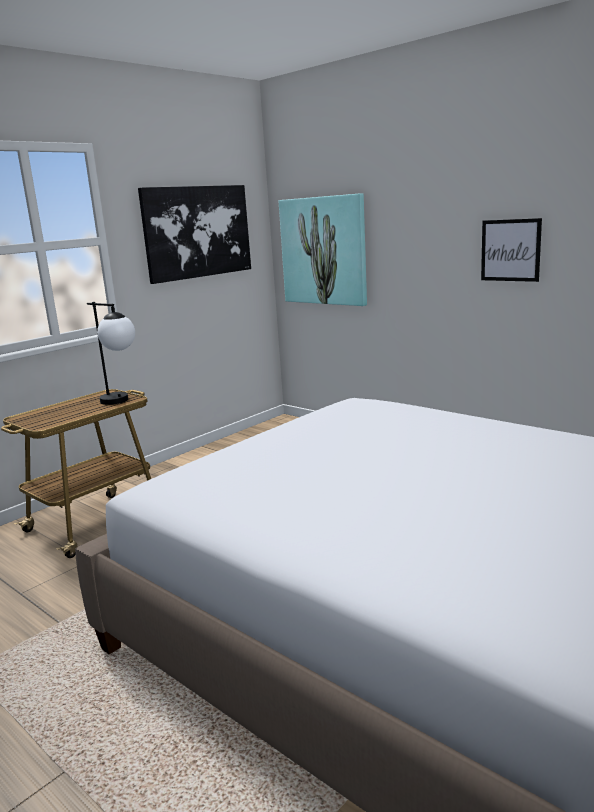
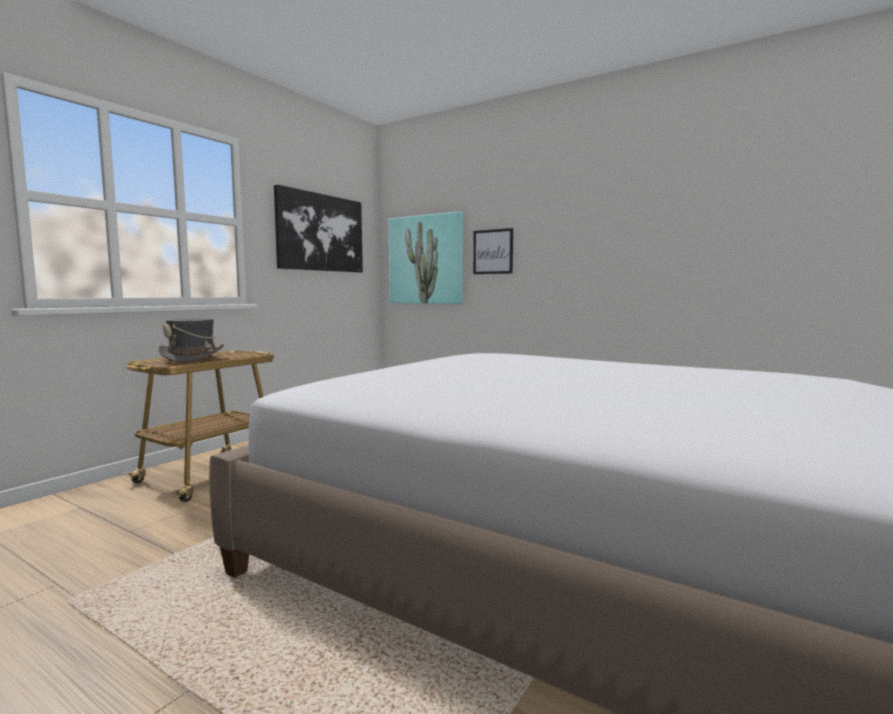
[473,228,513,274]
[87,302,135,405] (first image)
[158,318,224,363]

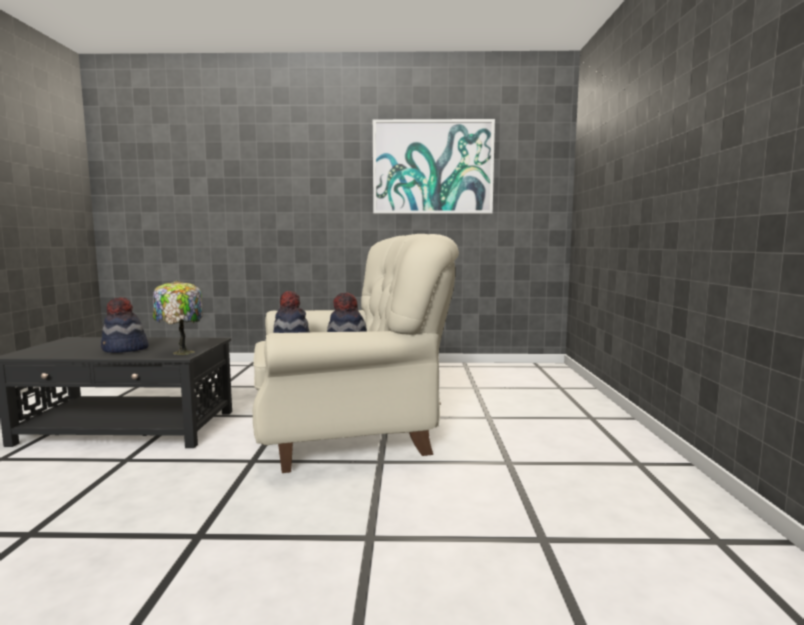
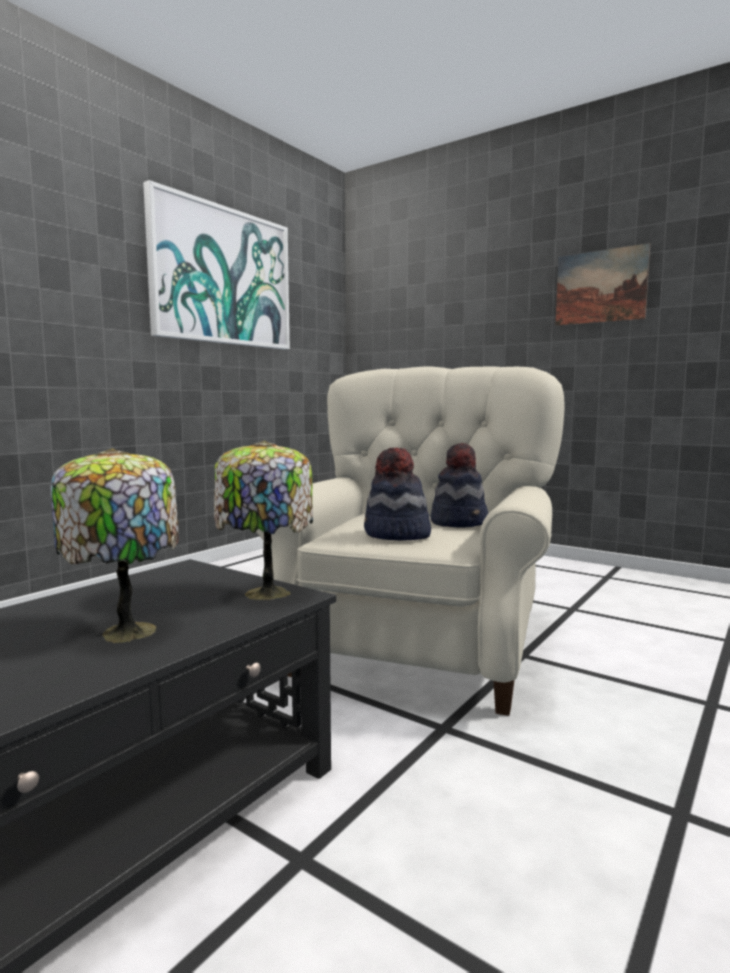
[51,448,179,643]
[556,243,650,326]

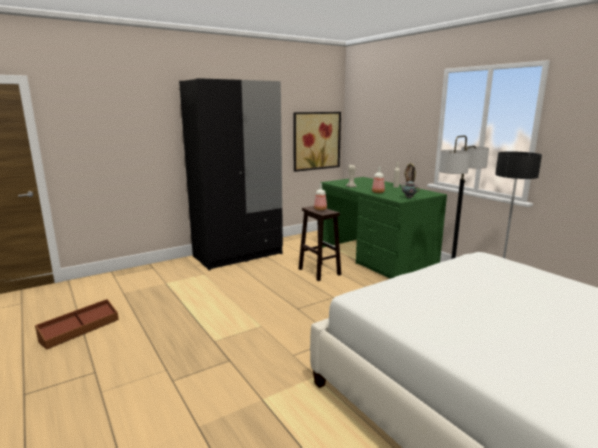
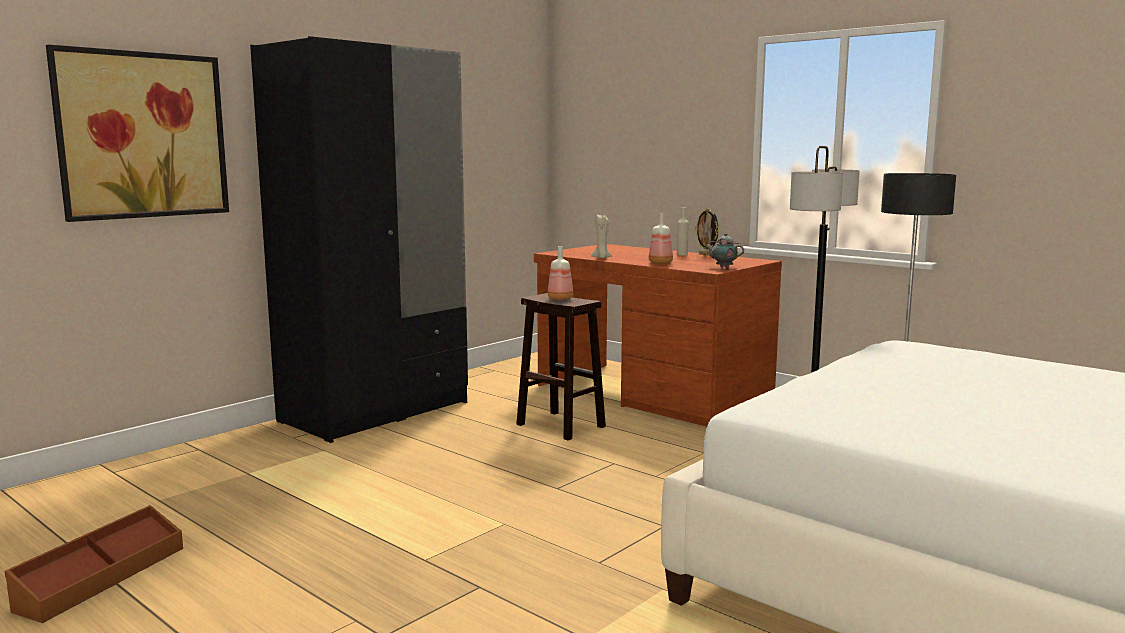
[46,44,229,222]
[534,244,782,427]

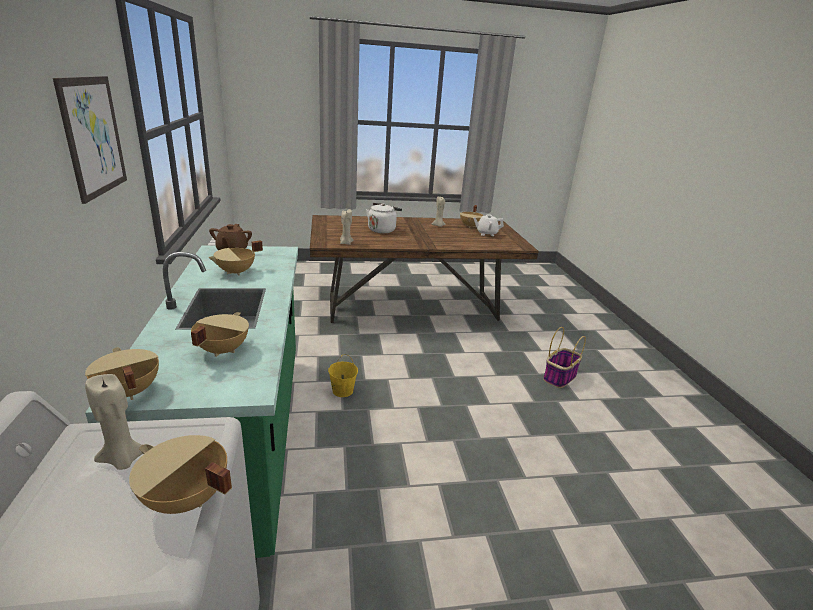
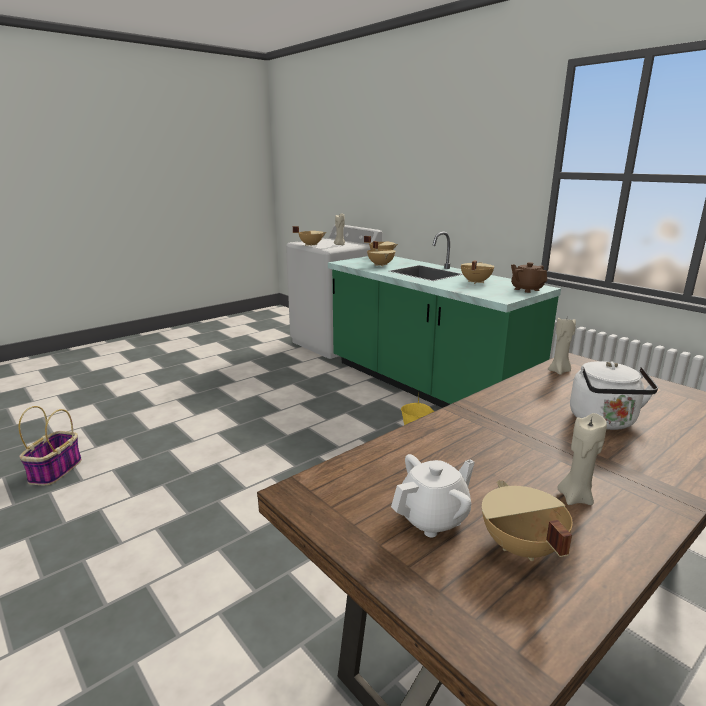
[53,76,127,204] (first image)
[19,406,82,485]

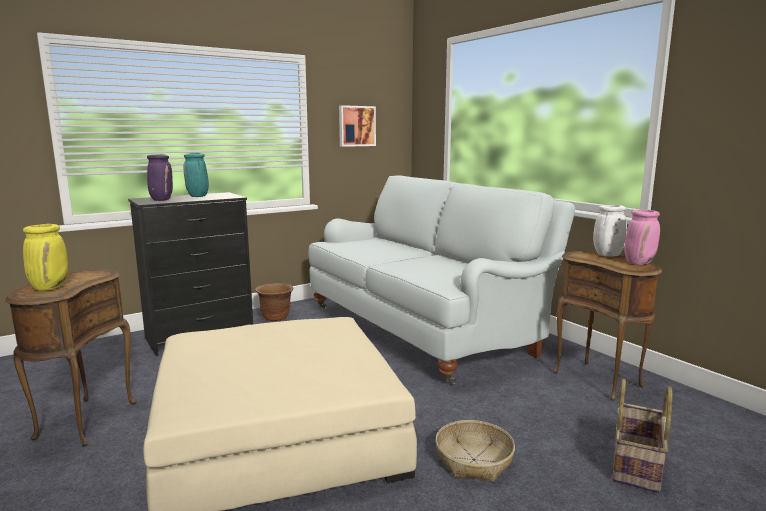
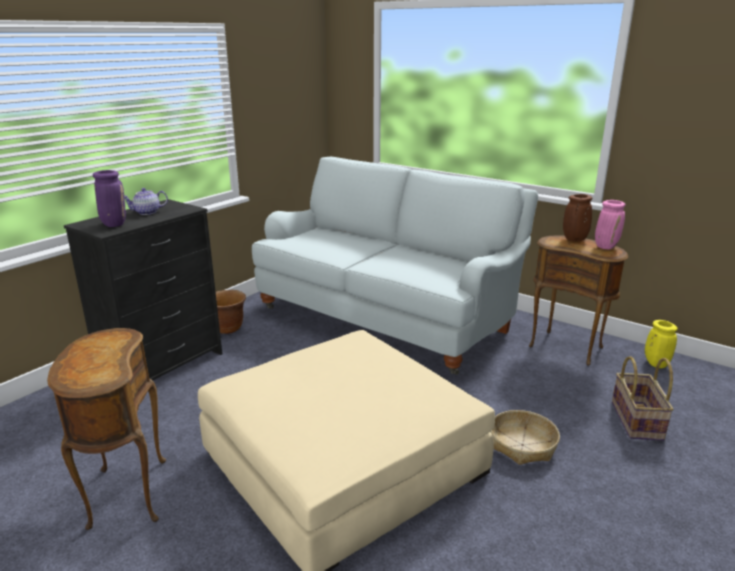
[339,105,376,147] (first image)
[124,188,168,215]
[563,194,592,241]
[645,320,677,368]

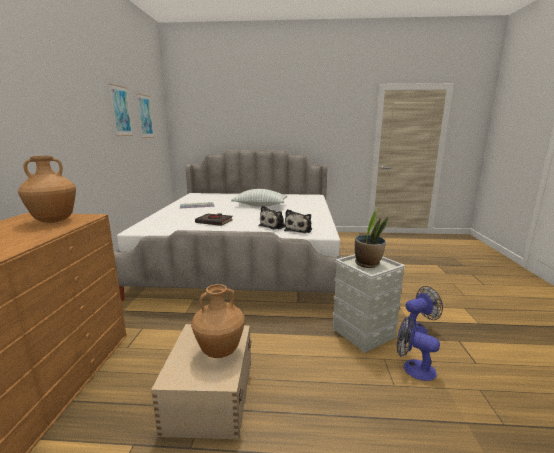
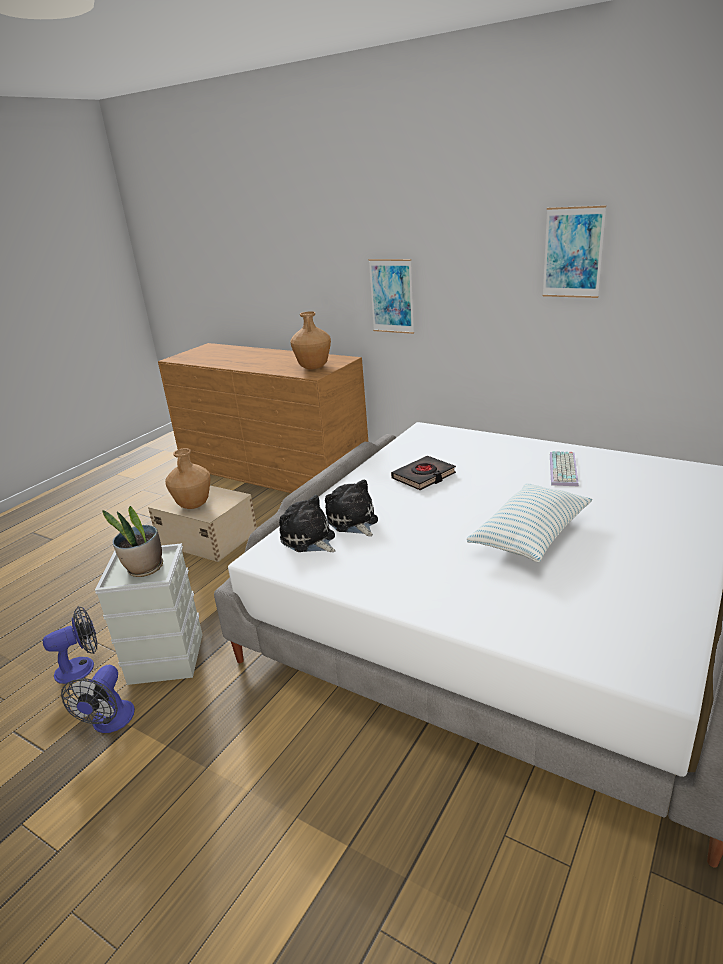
[368,259,414,334]

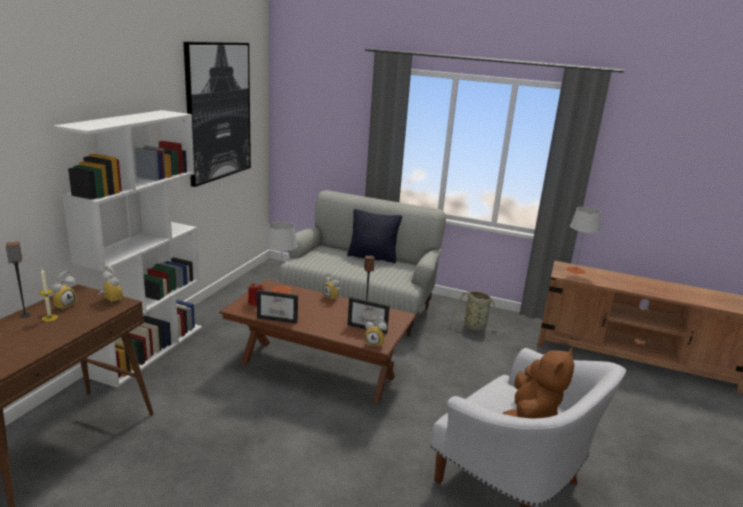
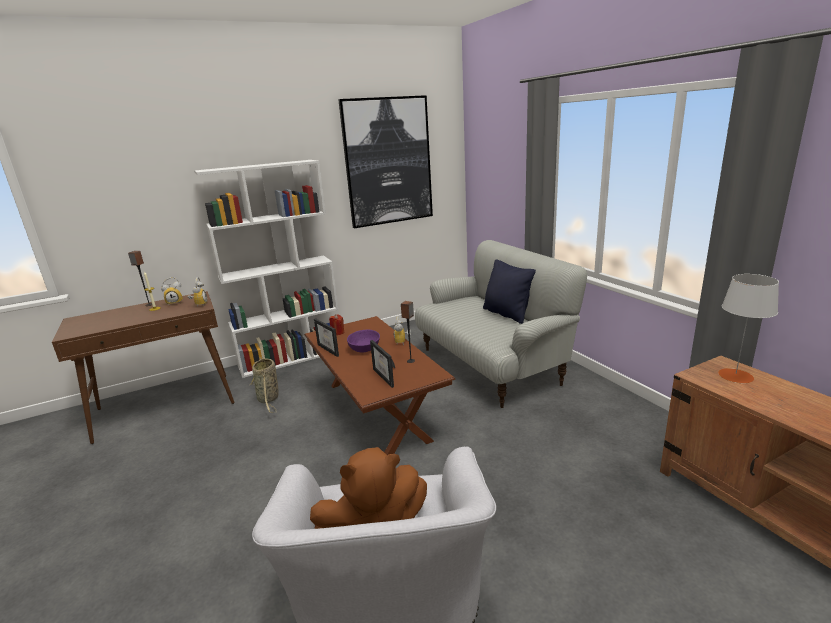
[266,222,297,294] (first image)
[250,357,278,413]
[365,316,387,346] (first image)
[347,329,380,353]

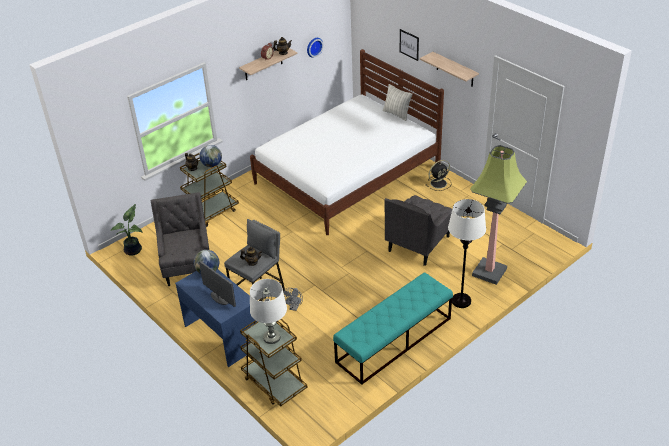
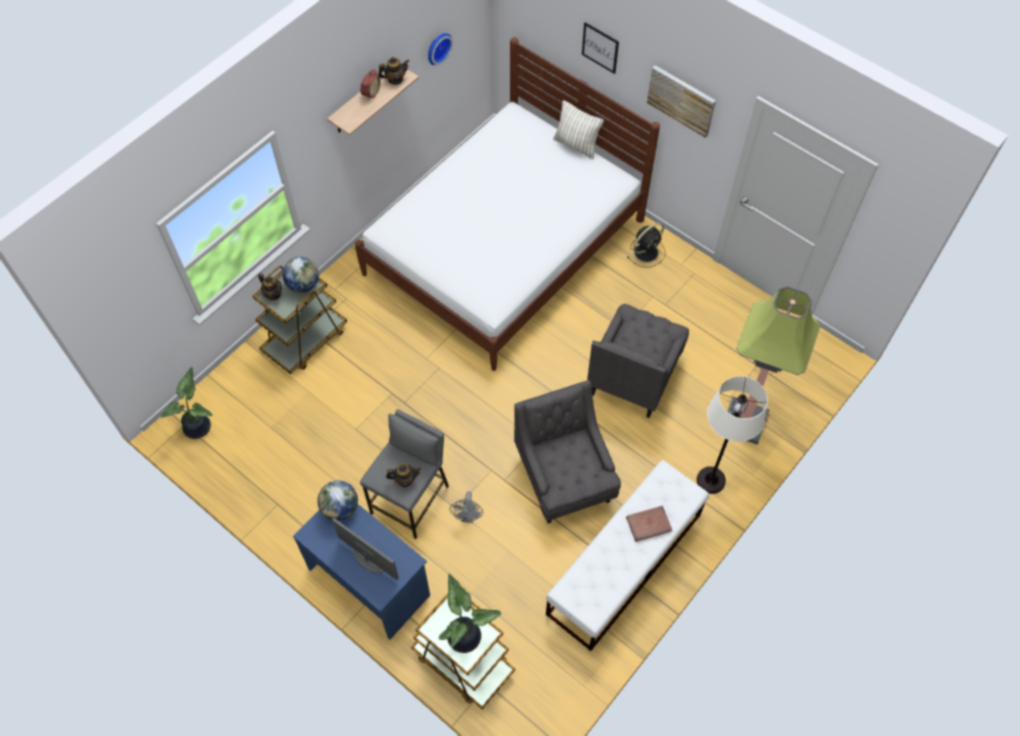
[647,65,716,138]
[514,380,621,523]
[546,460,709,651]
[439,574,501,653]
[626,506,672,542]

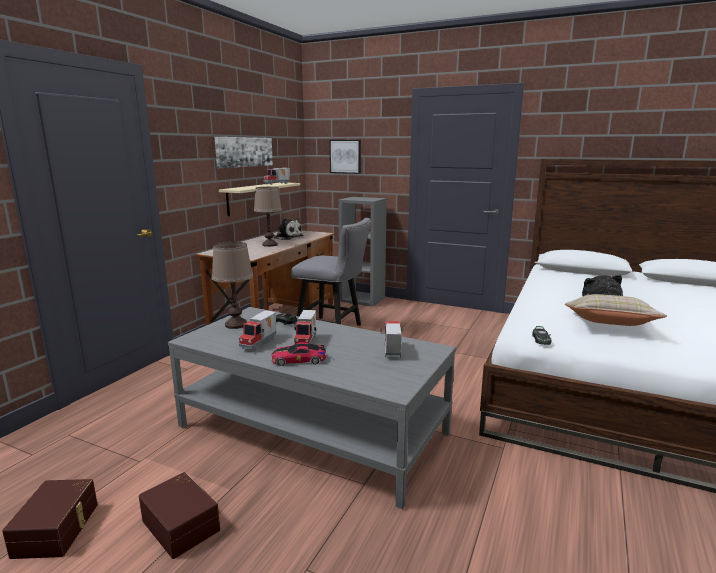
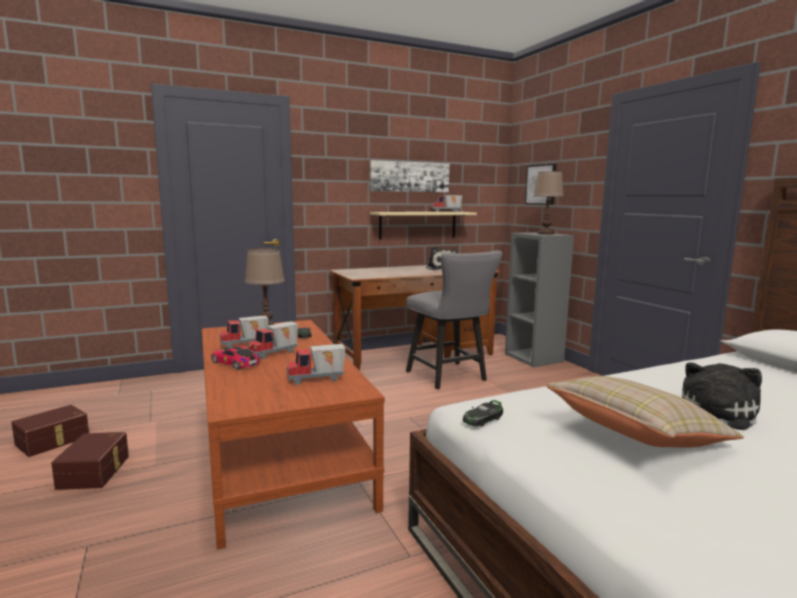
[533,171,564,234]
[202,320,385,550]
[287,344,346,385]

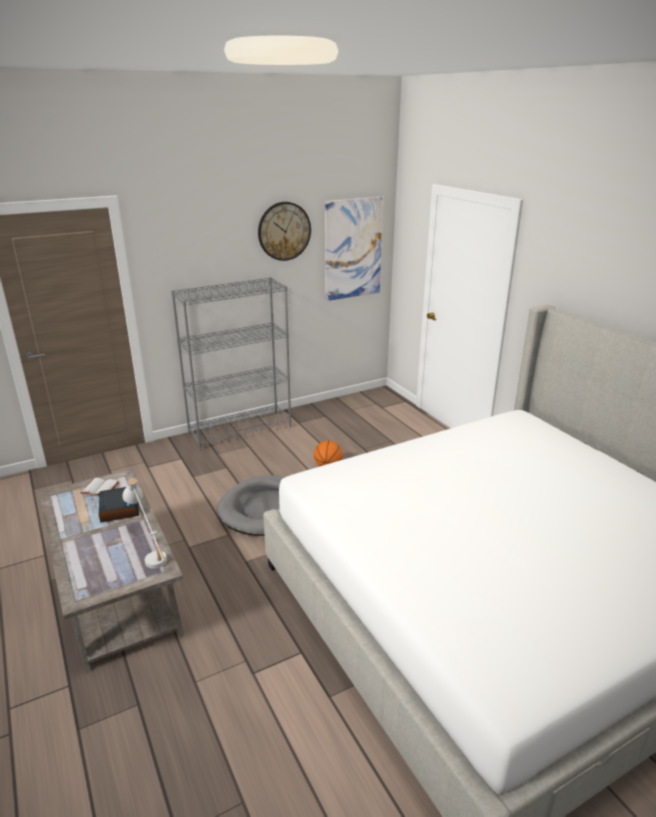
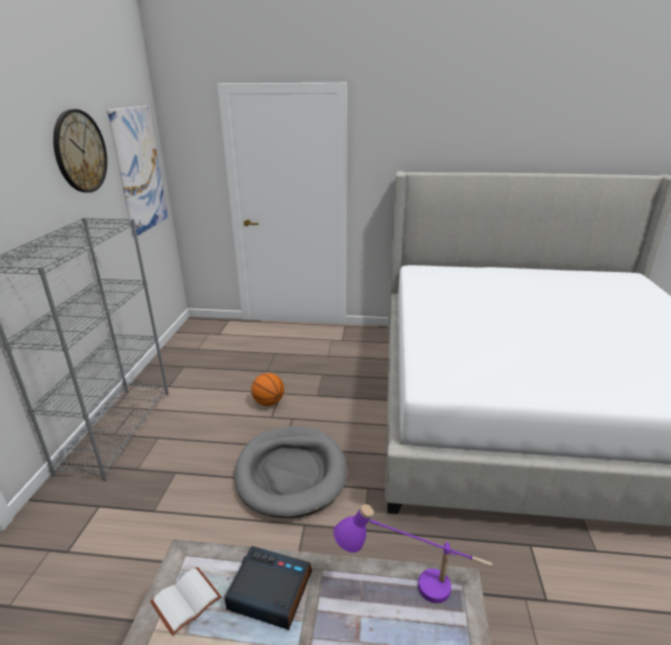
[333,504,492,603]

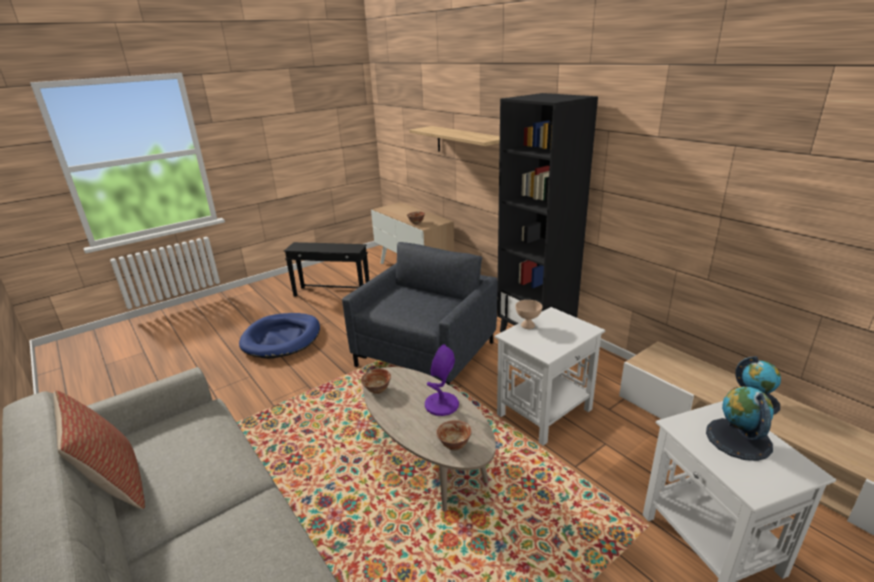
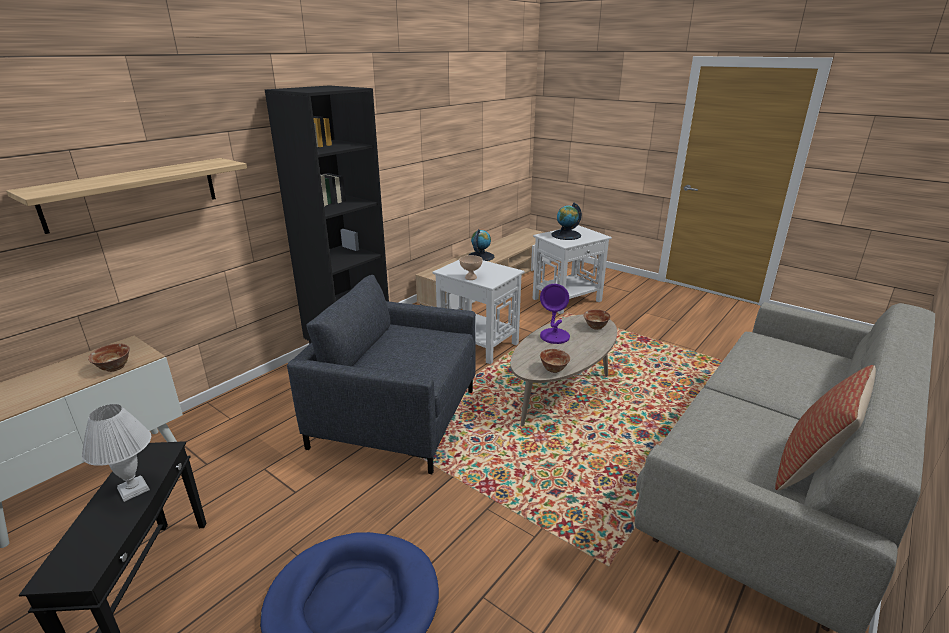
[82,404,151,502]

